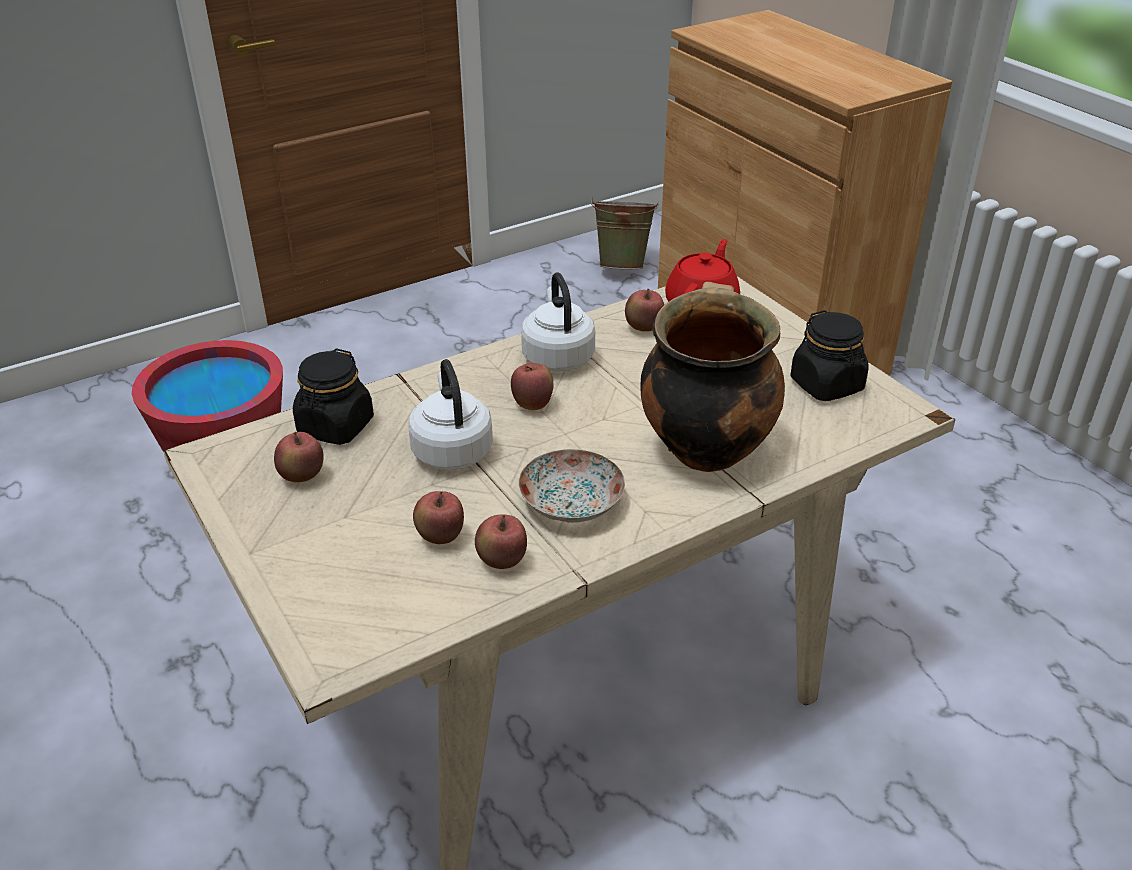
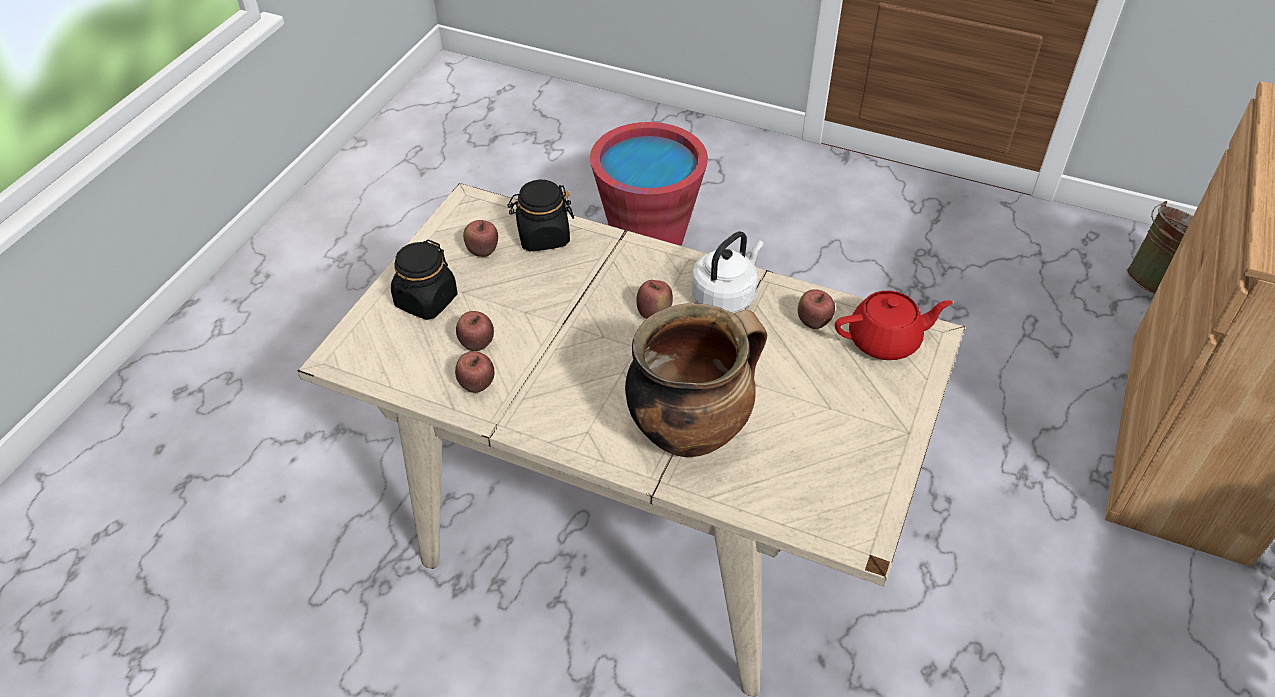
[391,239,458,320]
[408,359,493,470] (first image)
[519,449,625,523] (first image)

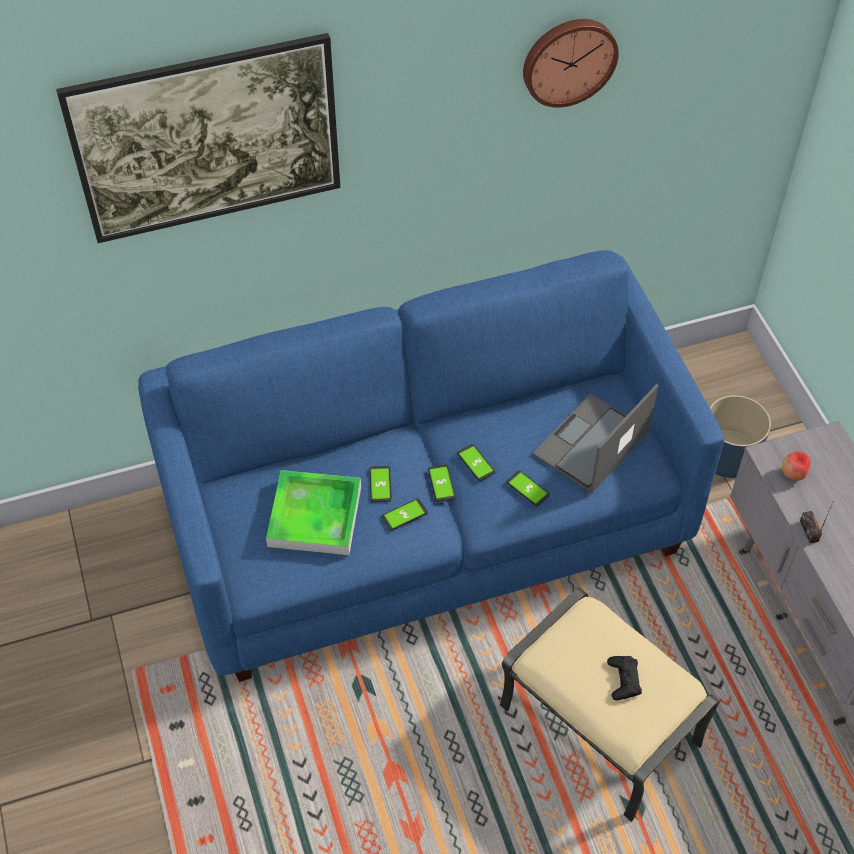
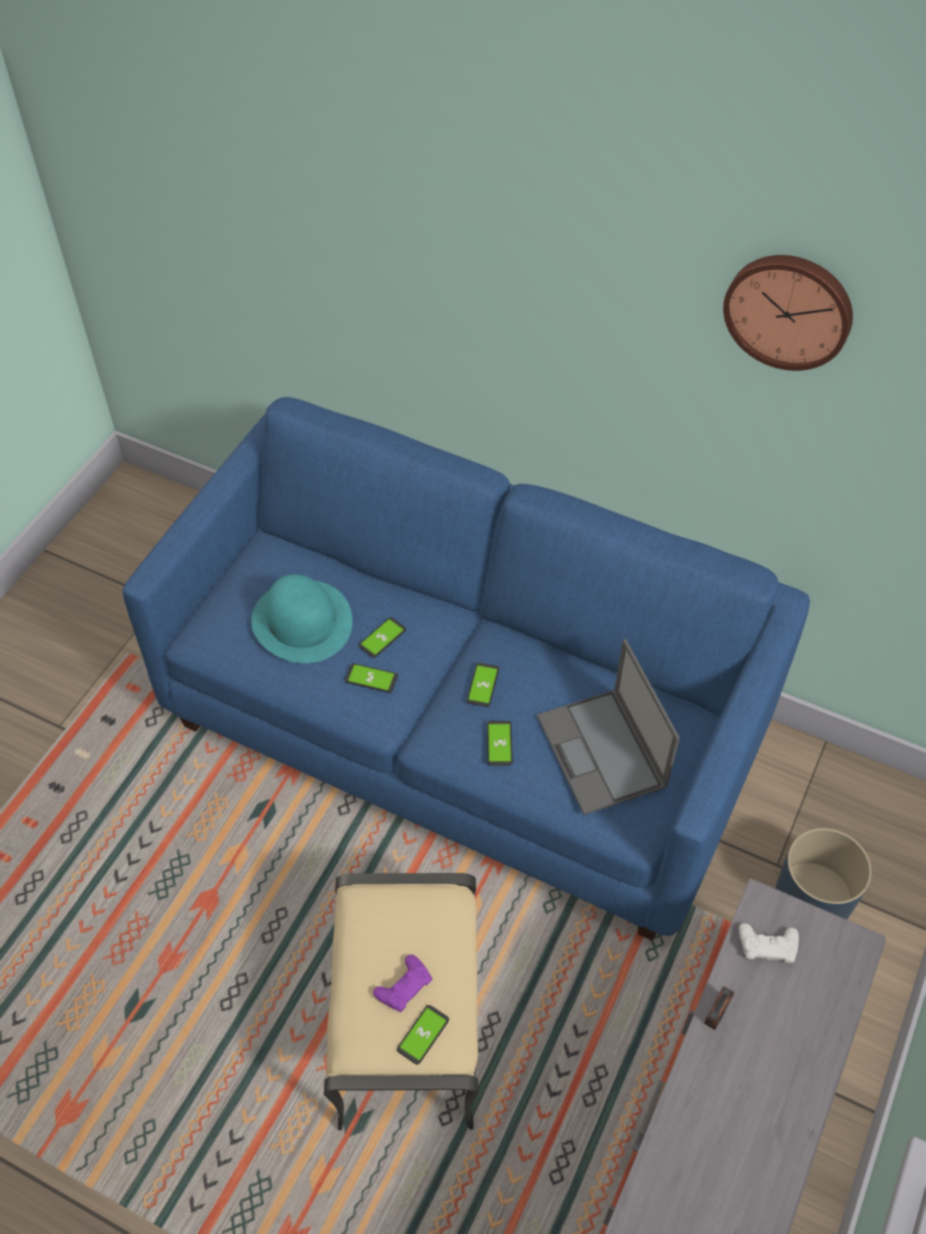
[56,33,340,243] (first image)
[537,639,680,815]
[739,923,799,963]
[397,1005,449,1065]
[251,574,353,663]
[373,954,432,1012]

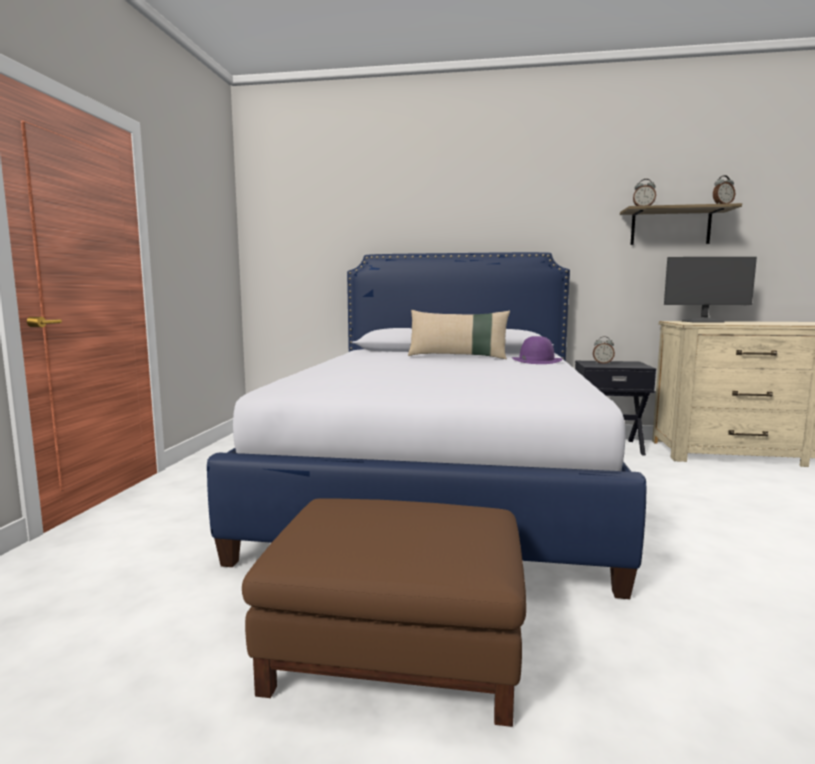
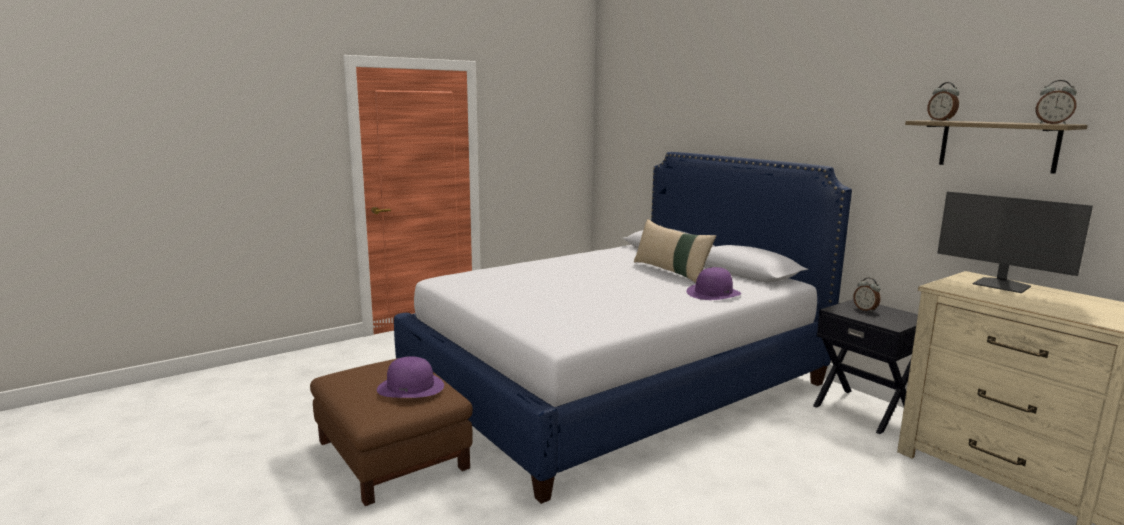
[377,356,444,398]

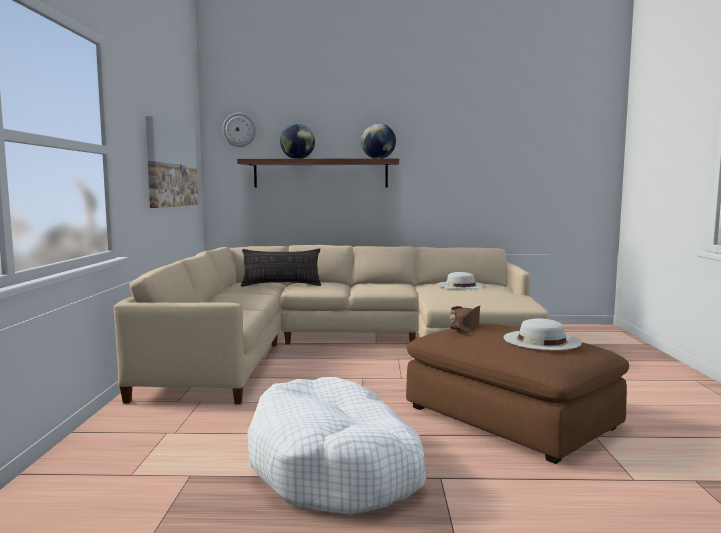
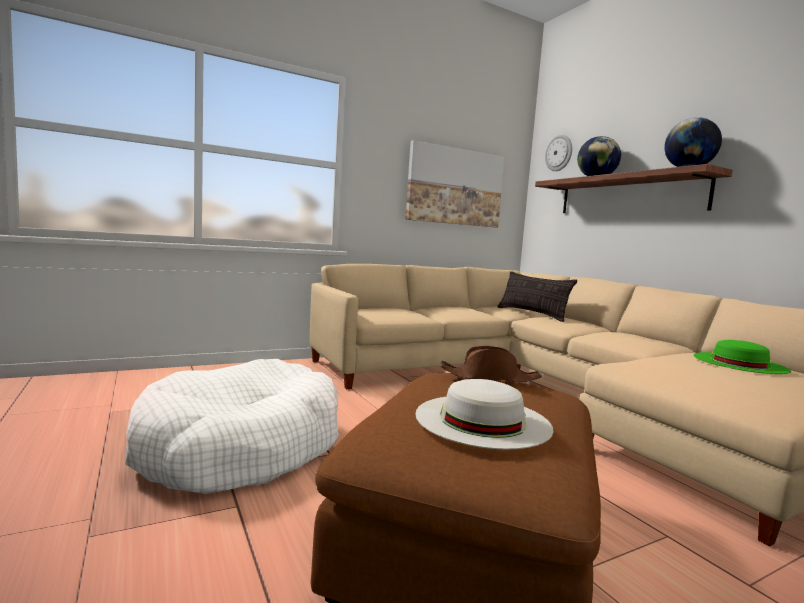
[694,340,791,374]

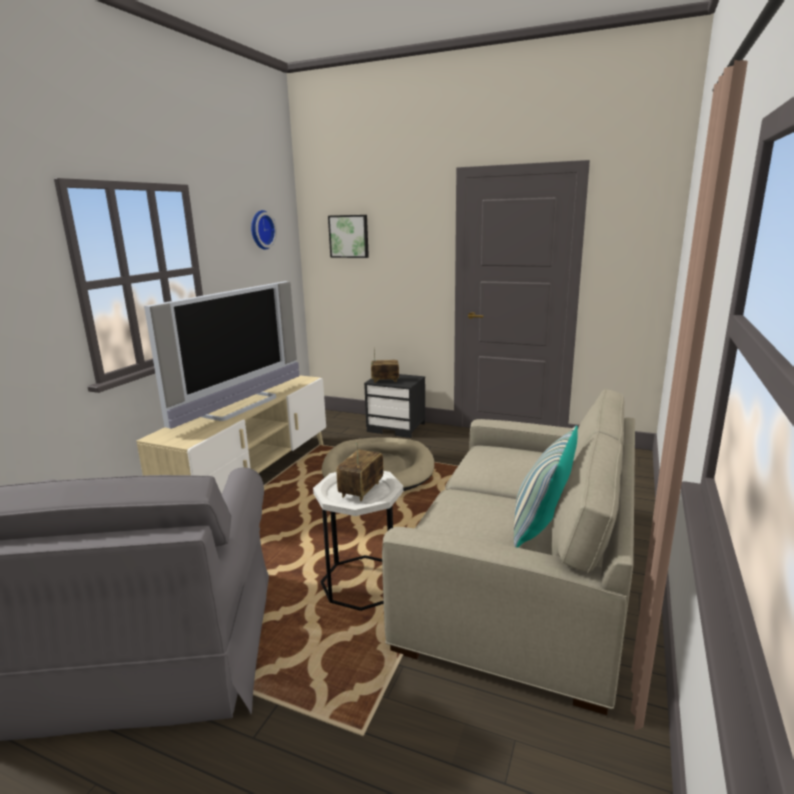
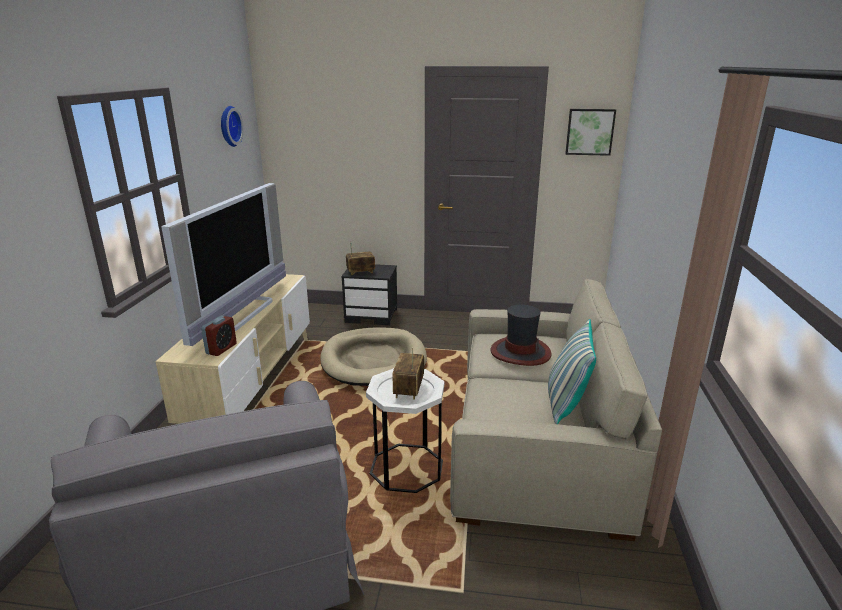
[565,109,616,156]
[491,305,551,366]
[201,316,237,356]

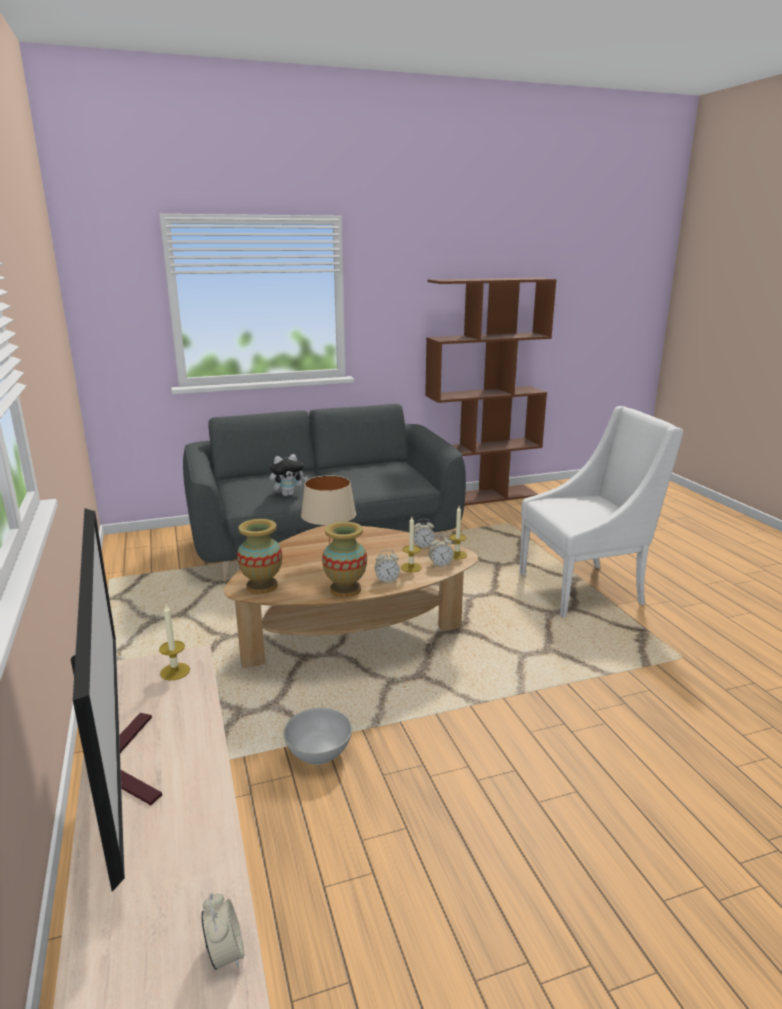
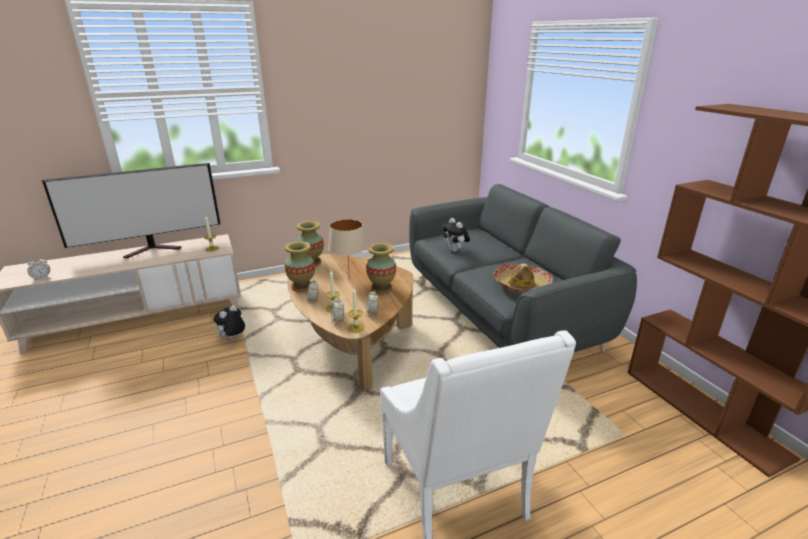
[213,305,245,339]
[366,243,396,294]
[494,263,553,293]

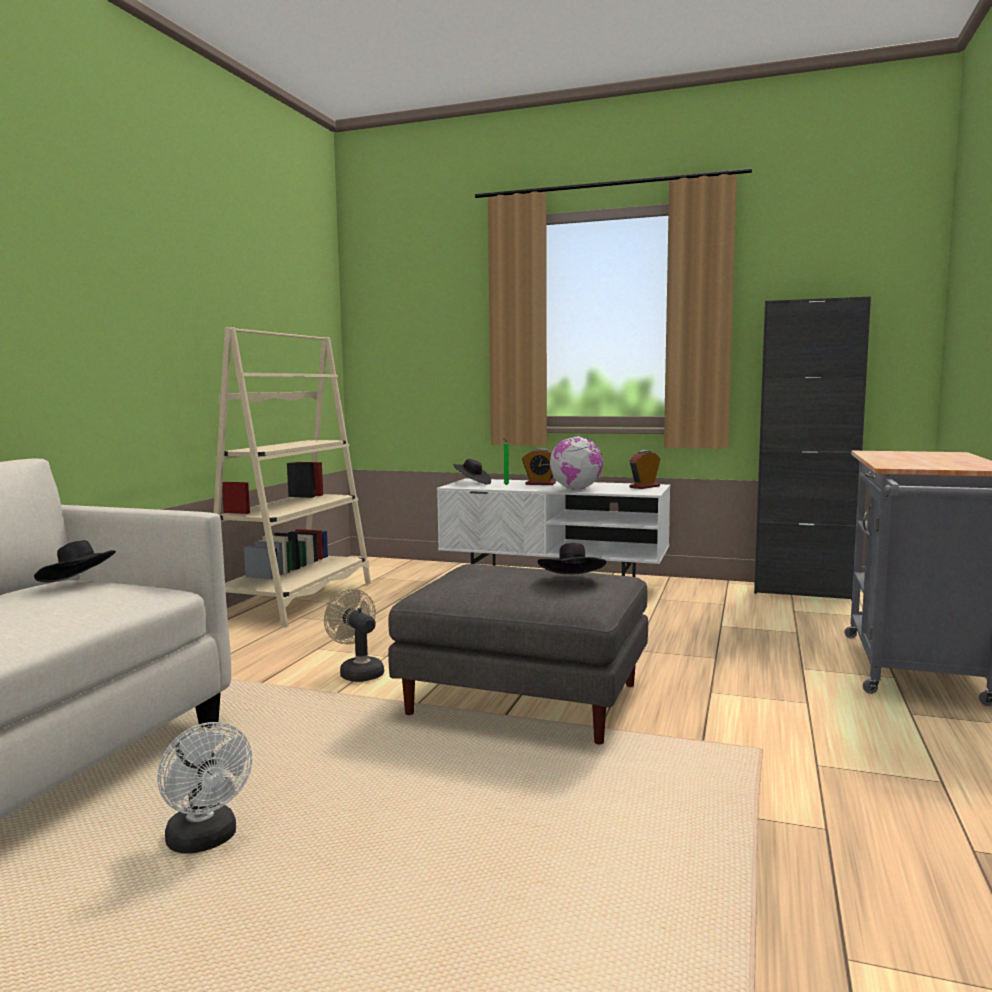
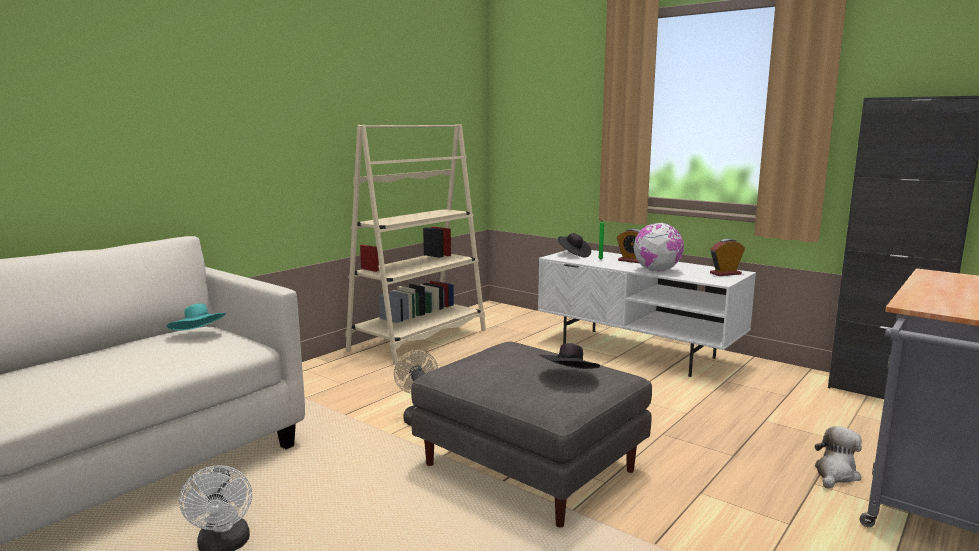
[167,304,226,331]
[815,426,862,488]

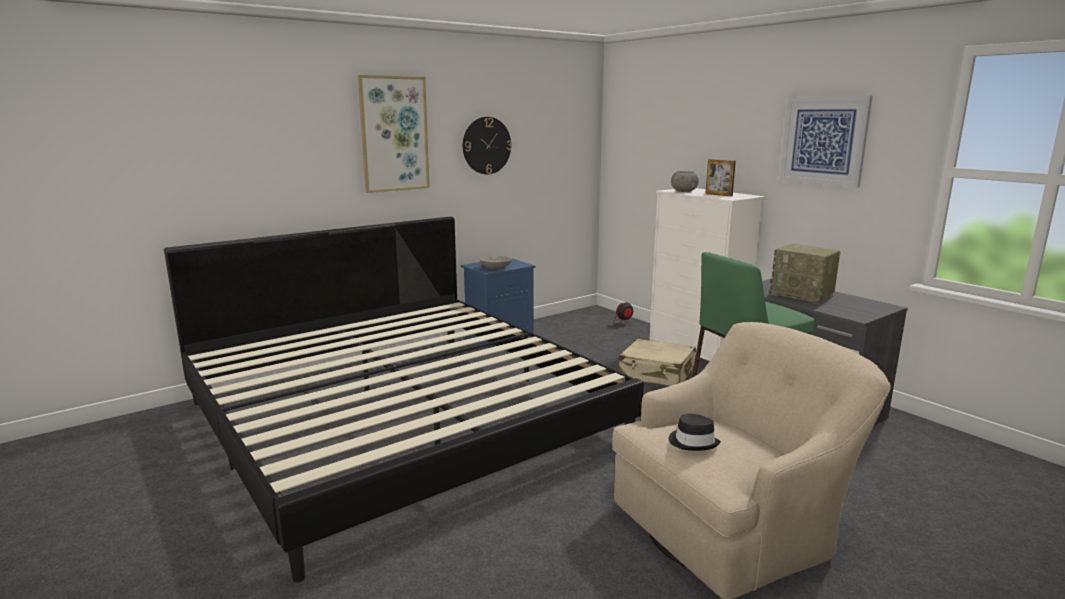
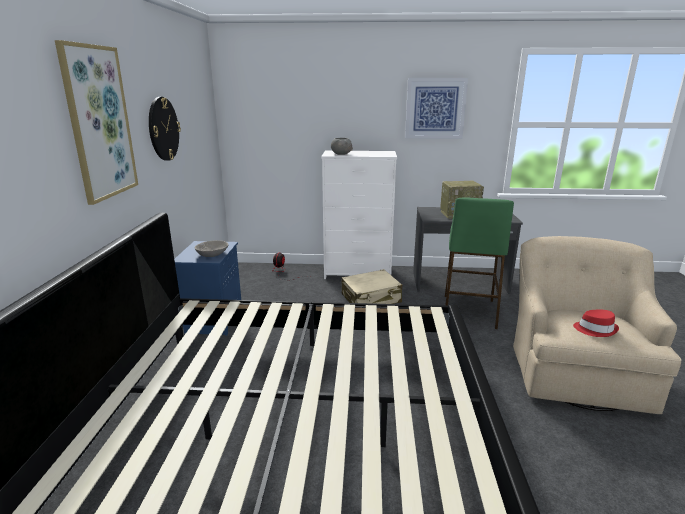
[705,159,736,196] (first image)
[573,310,619,337]

